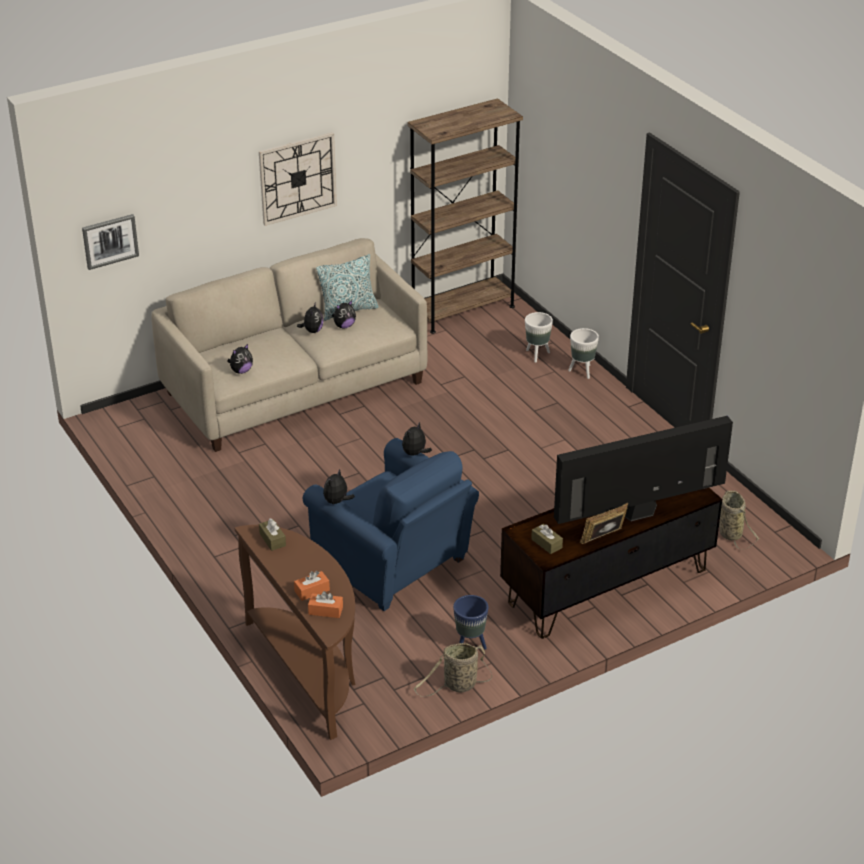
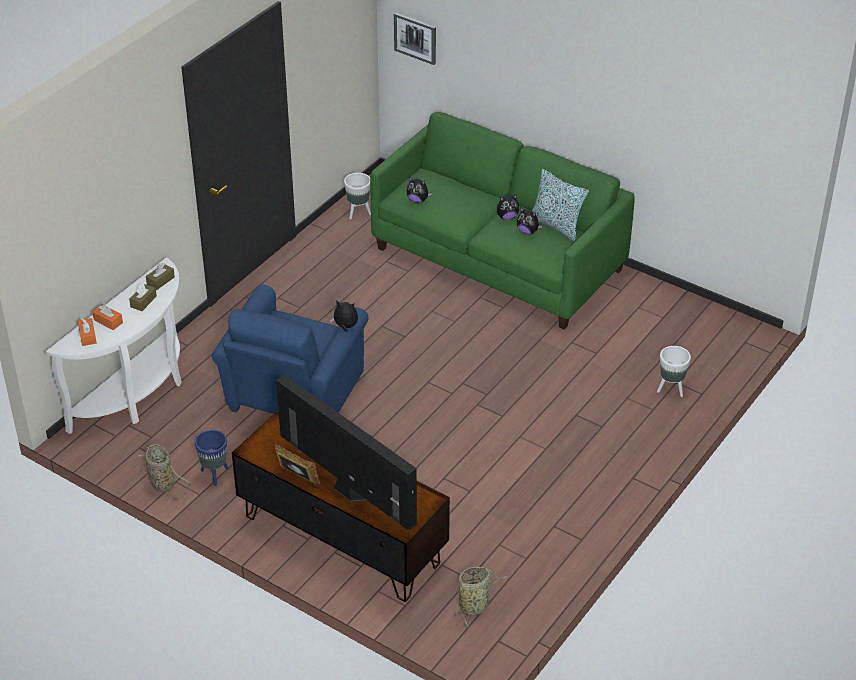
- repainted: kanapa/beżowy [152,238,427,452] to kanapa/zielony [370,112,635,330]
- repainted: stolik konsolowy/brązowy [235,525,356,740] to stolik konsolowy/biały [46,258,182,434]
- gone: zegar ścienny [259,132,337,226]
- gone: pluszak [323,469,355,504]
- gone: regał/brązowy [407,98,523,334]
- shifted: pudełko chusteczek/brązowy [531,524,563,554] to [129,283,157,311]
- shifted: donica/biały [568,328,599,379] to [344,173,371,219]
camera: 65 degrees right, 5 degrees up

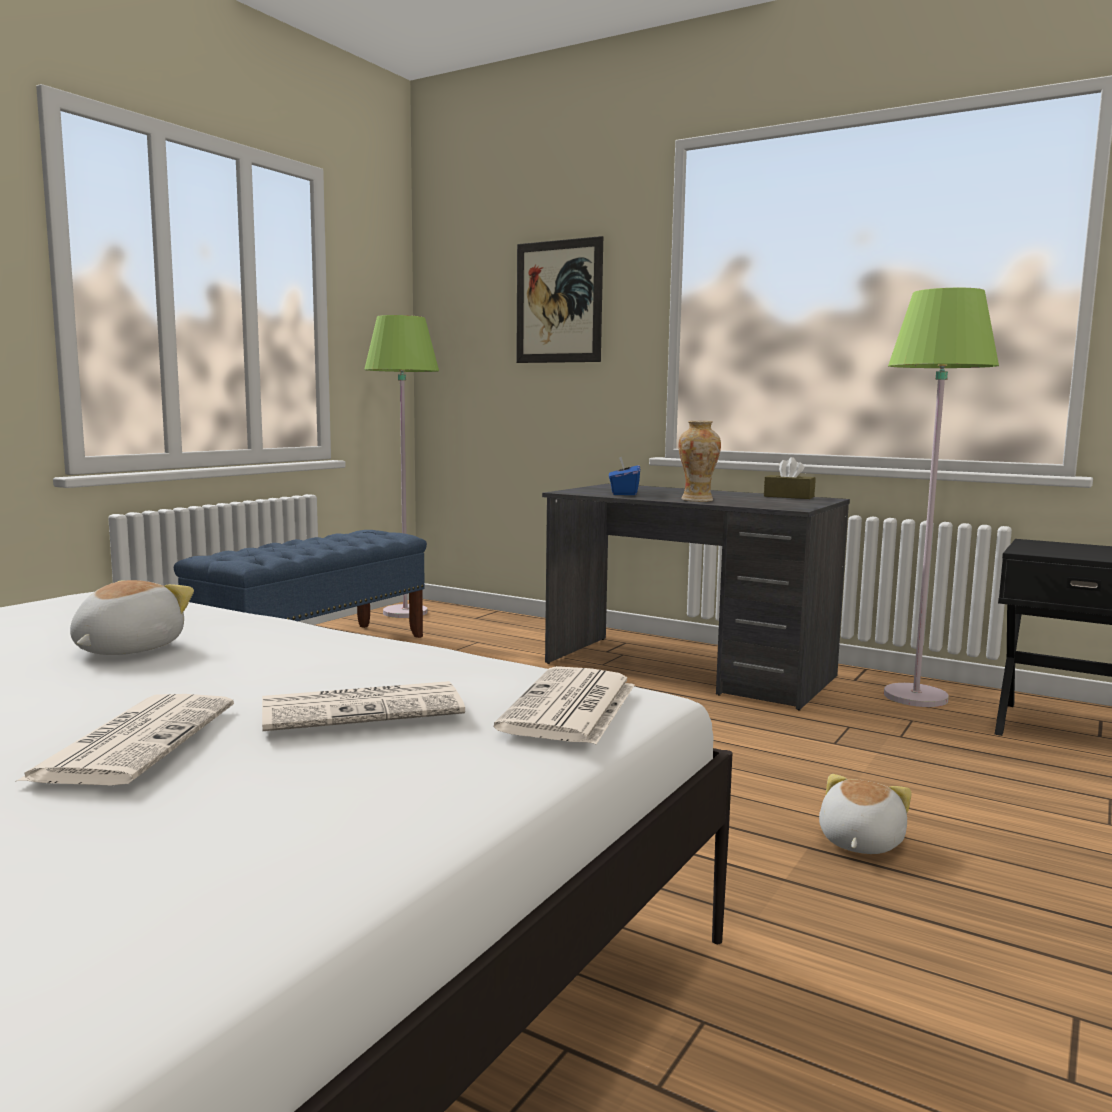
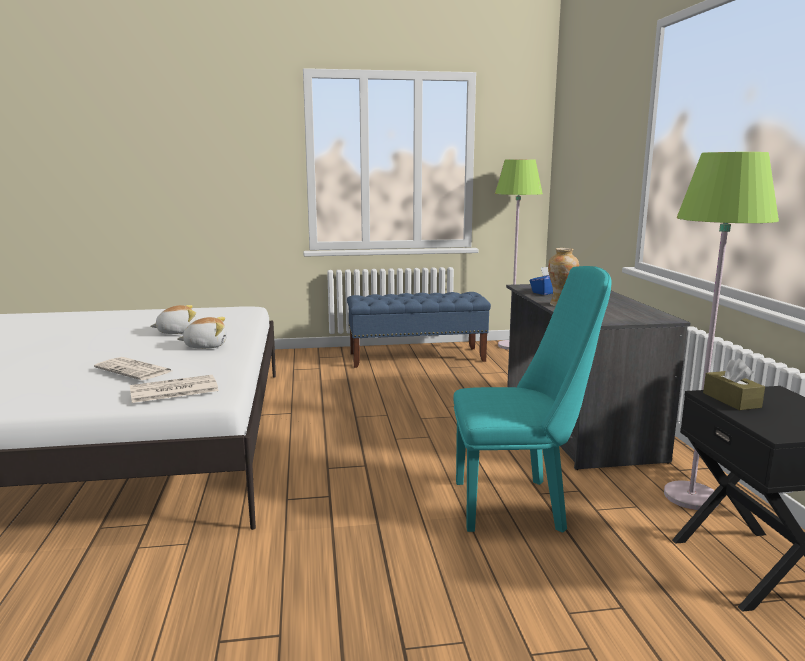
- gone: gazeta [15,694,234,785]
- gone: obraz [516,236,603,363]
- shifted: pudełko chusteczek/brązowy [764,457,815,499] to [703,359,765,410]
- shifted: pluszak [819,774,912,854] to [177,317,227,349]
- new: krzesło/turkusowy [453,266,611,533]
camera: 50 degrees right, 5 degrees up

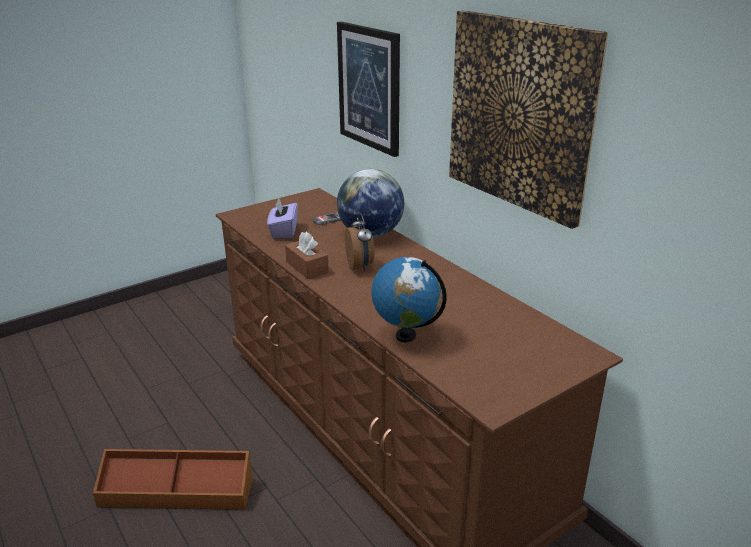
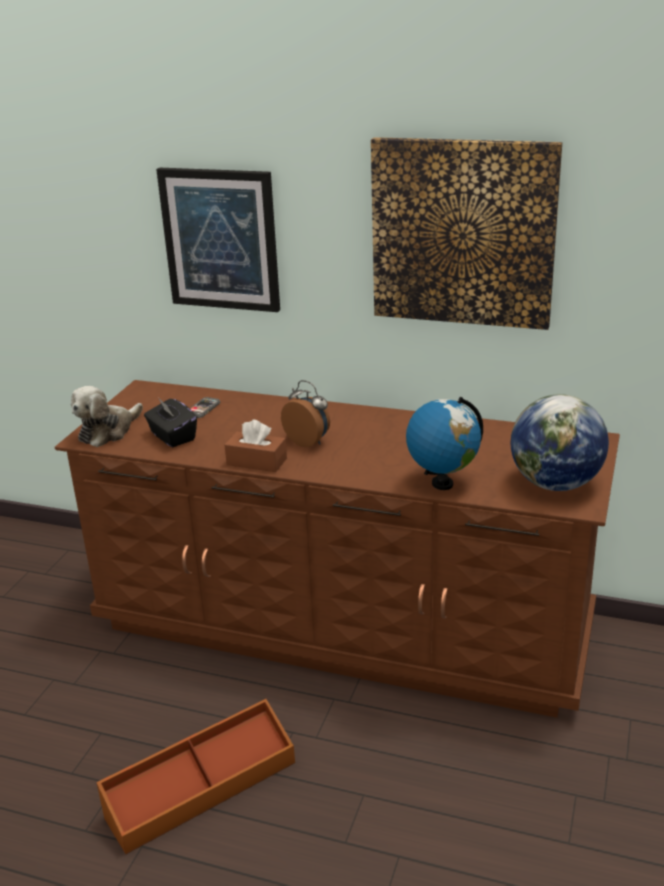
- repainted: pudełko chusteczek/fioletowy [267,199,298,238] to pudełko chusteczek/czarny [144,399,197,447]
- shifted: globus [337,169,404,238] to [511,394,609,491]
- new: pluszak [71,386,143,447]
camera: 35 degrees left, 0 degrees up

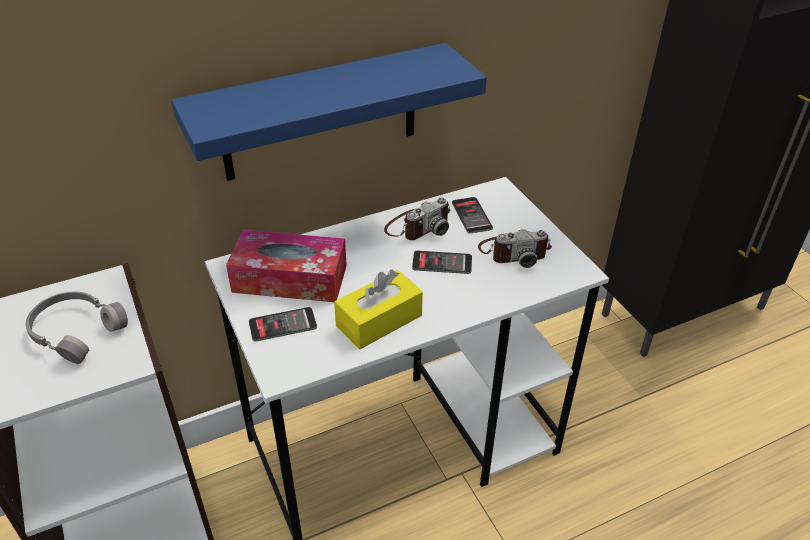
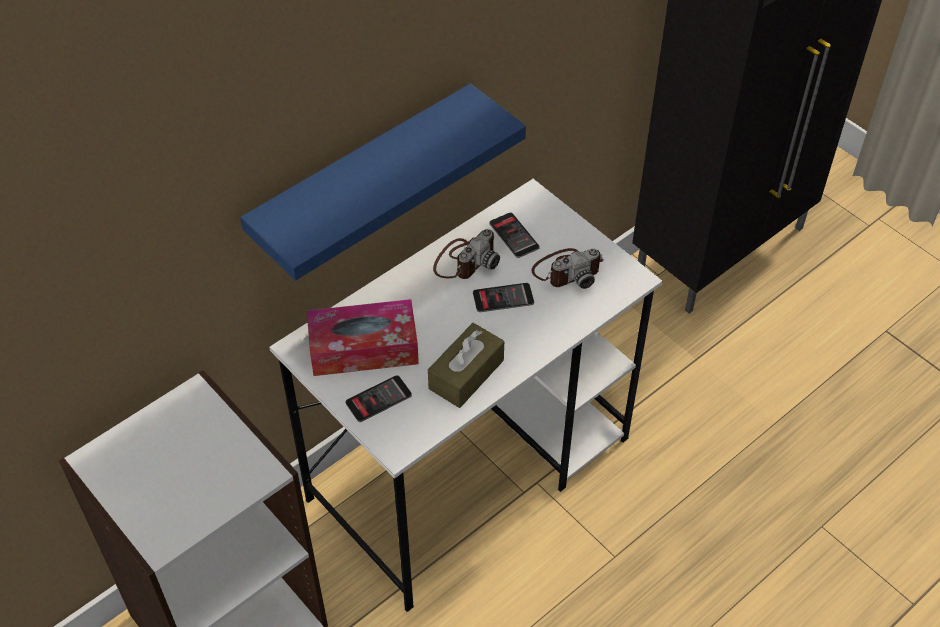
- gone: słuchawki/szary [26,292,128,364]
- repainted: pudełko chusteczek/żółty [334,270,423,349] to pudełko chusteczek/brązowy [428,323,504,408]
camera: 15 degrees left, 10 degrees up

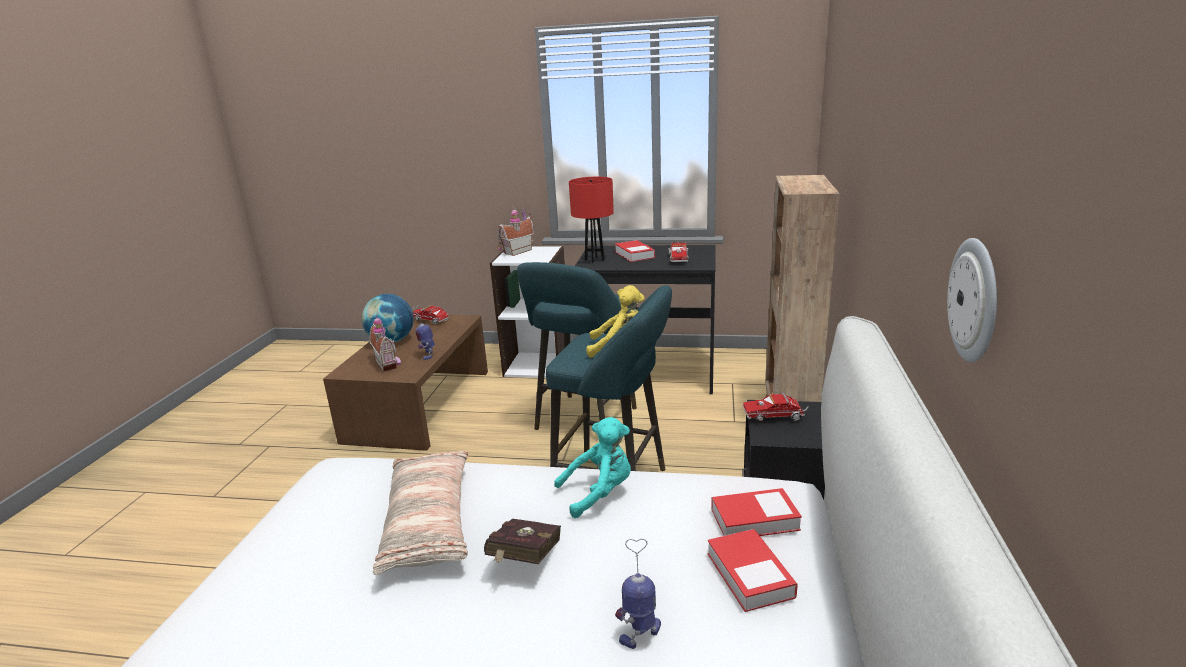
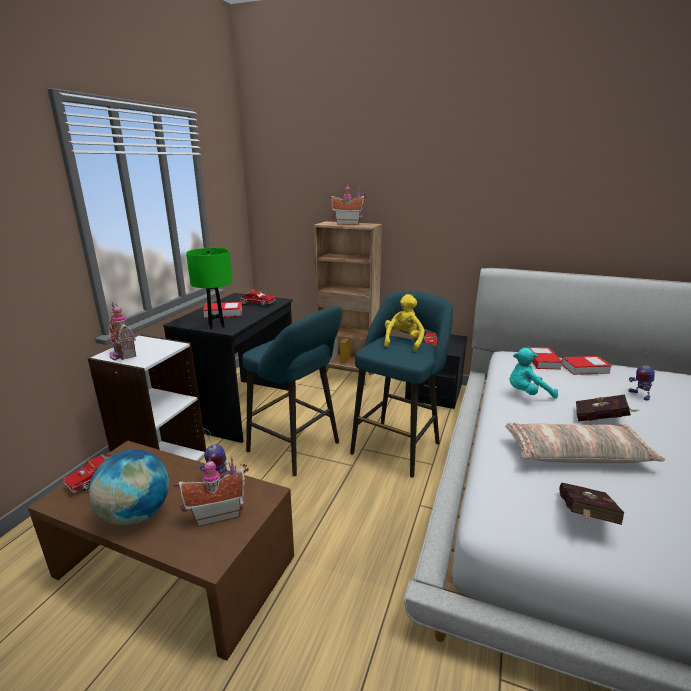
- rotated: pluszak/turkusowy [554,417,631,518] = [510,348,558,398] 90 degrees counterclockwise
- repainted: lampa stołowa/czerwony [569,177,614,263] to lampa stołowa/zielony [186,248,232,329]
- gone: zegar ścienny [947,238,997,362]
- new: domek [329,184,367,225]
- new: książka/czerwony [559,482,624,525]
camera: 80 degrees left, 0 degrees up

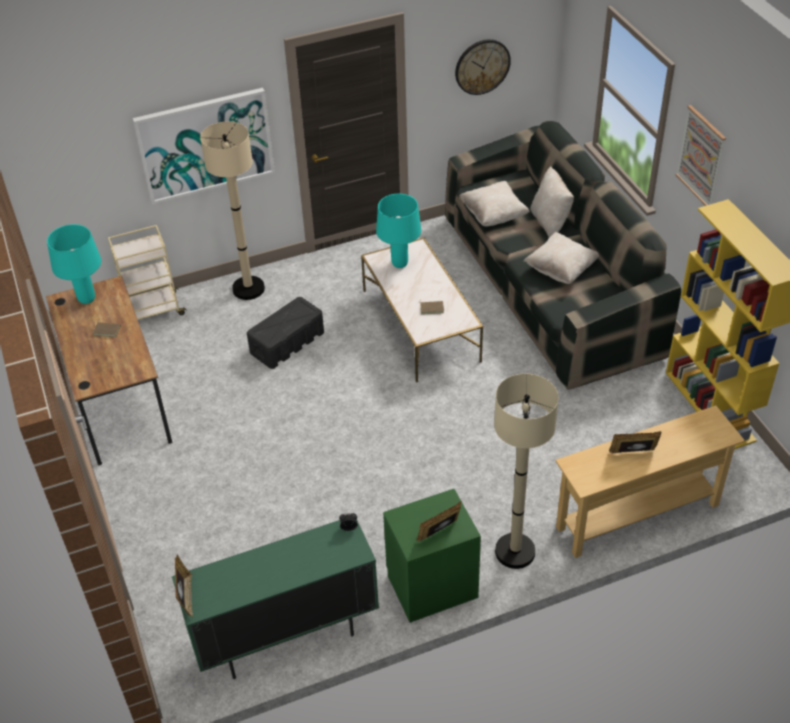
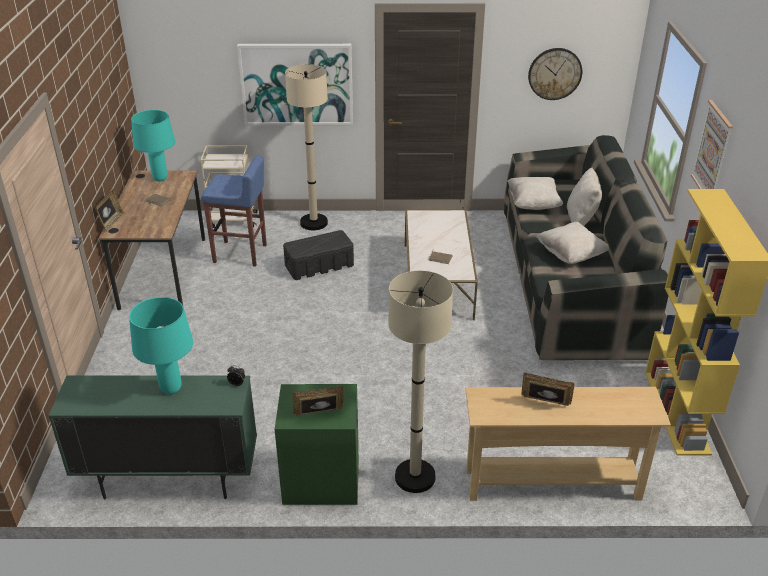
- shifted: ramka na zdjęcie [175,554,193,617] to [95,189,124,231]
- shifted: lampa stołowa/turkusowy [376,194,421,268] to [129,297,193,394]
- new: stołek/niebieski [201,155,267,267]
camera: 20 degrees right, 10 degrees down

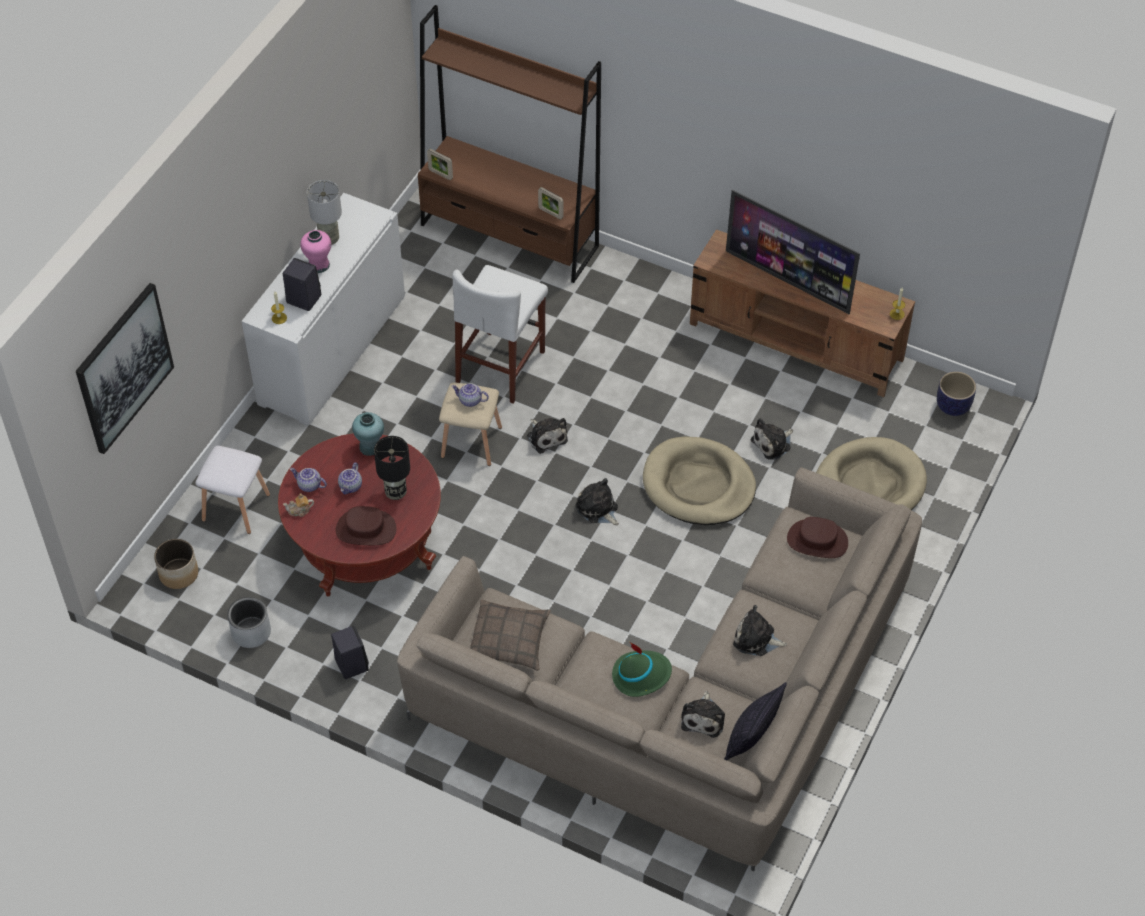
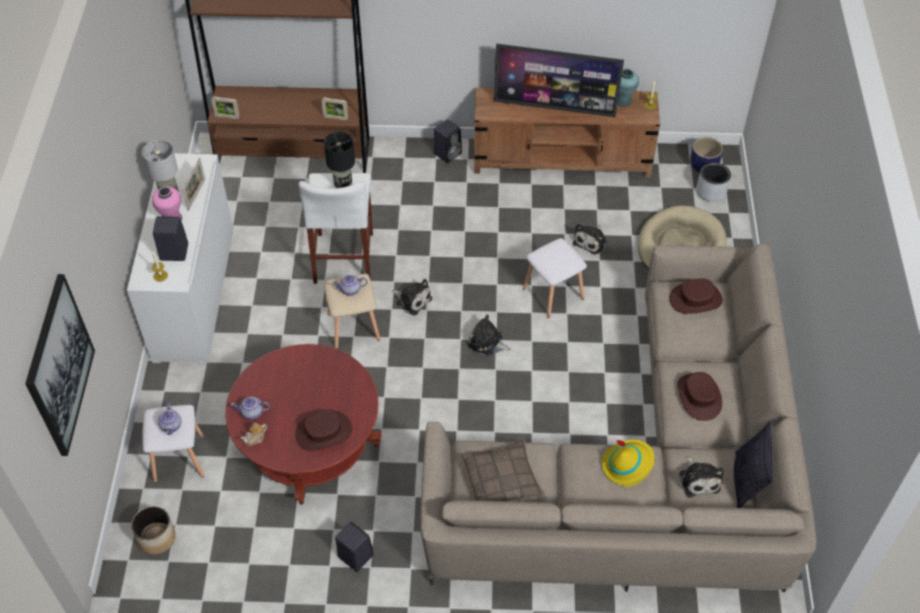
- shifted: donica/szary [227,597,271,648] to [696,162,731,202]
- shifted: imbryk [338,462,362,495] to [158,403,182,435]
- shifted: wazon/turkusowy [352,412,384,456] to [617,69,639,107]
- shifted: lampa stołowa/czarny [374,436,410,500] to [324,132,355,188]
- repainted: kapelusz/zielony [612,642,672,697] to kapelusz/żółty [602,440,655,487]
- swapped: legowisko/beżowy [643,436,756,525] to stołek/biały [523,238,587,318]
- swapped: pluszak [733,605,787,656] to kapelusz/brązowy [677,372,722,421]
- new: ramka na zdjęcie [182,157,205,211]
- new: głośnik/czarny [434,119,462,163]
camera: 25 degrees left, 0 degrees up

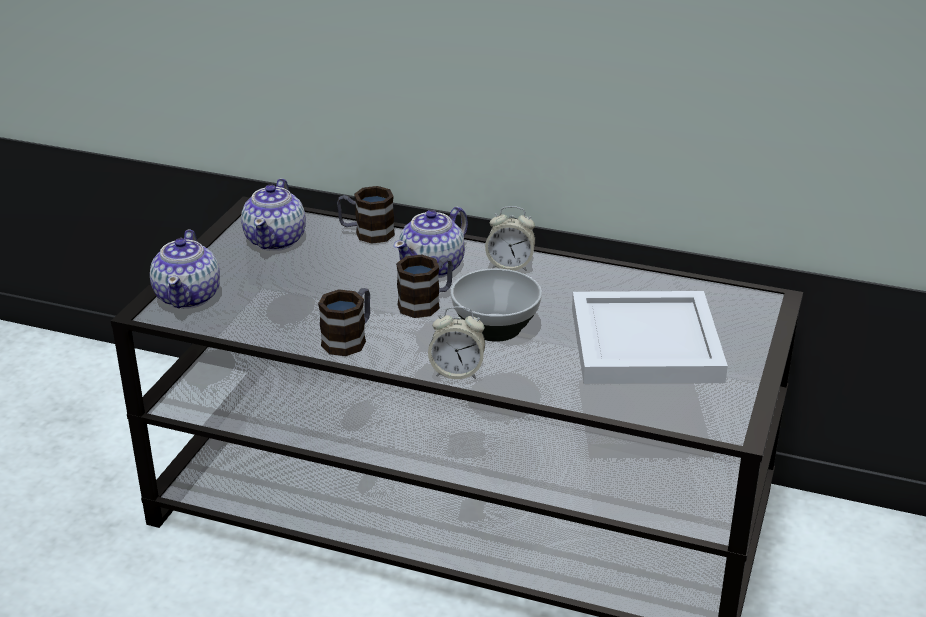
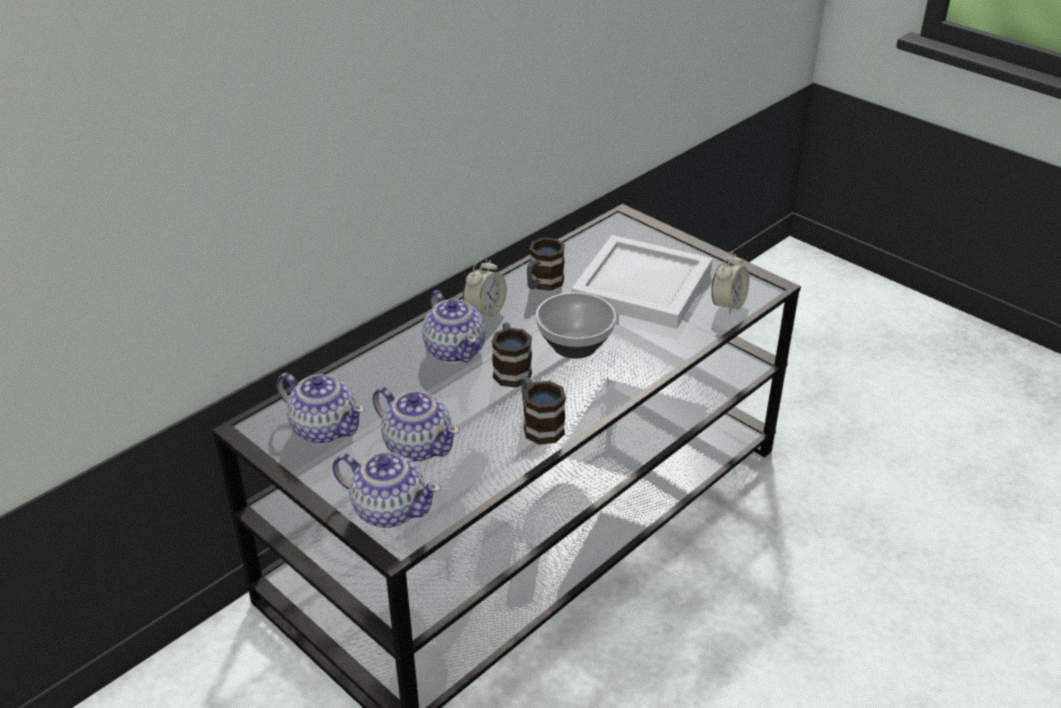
- shifted: kubek [337,186,395,244] to [527,237,565,291]
- shifted: budzik [428,306,485,379] to [711,252,749,315]
- new: imbryk [372,387,460,462]
camera: 65 degrees left, 5 degrees up

